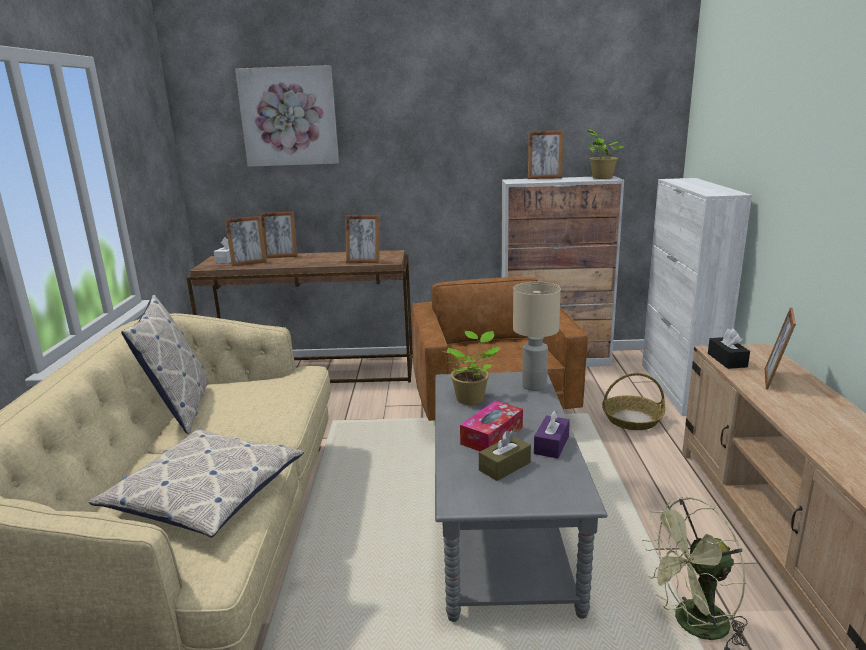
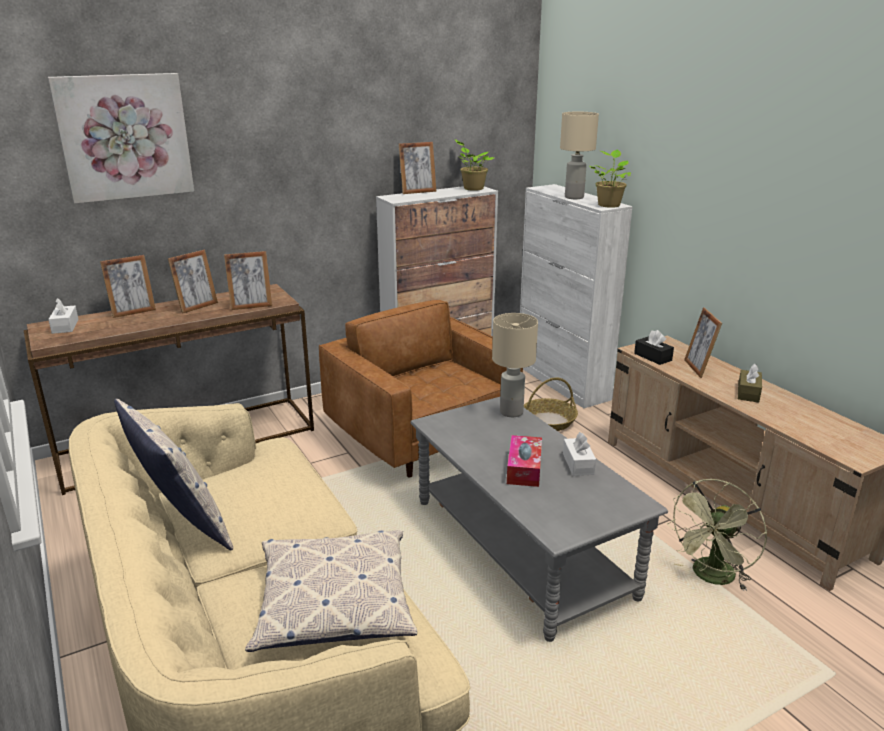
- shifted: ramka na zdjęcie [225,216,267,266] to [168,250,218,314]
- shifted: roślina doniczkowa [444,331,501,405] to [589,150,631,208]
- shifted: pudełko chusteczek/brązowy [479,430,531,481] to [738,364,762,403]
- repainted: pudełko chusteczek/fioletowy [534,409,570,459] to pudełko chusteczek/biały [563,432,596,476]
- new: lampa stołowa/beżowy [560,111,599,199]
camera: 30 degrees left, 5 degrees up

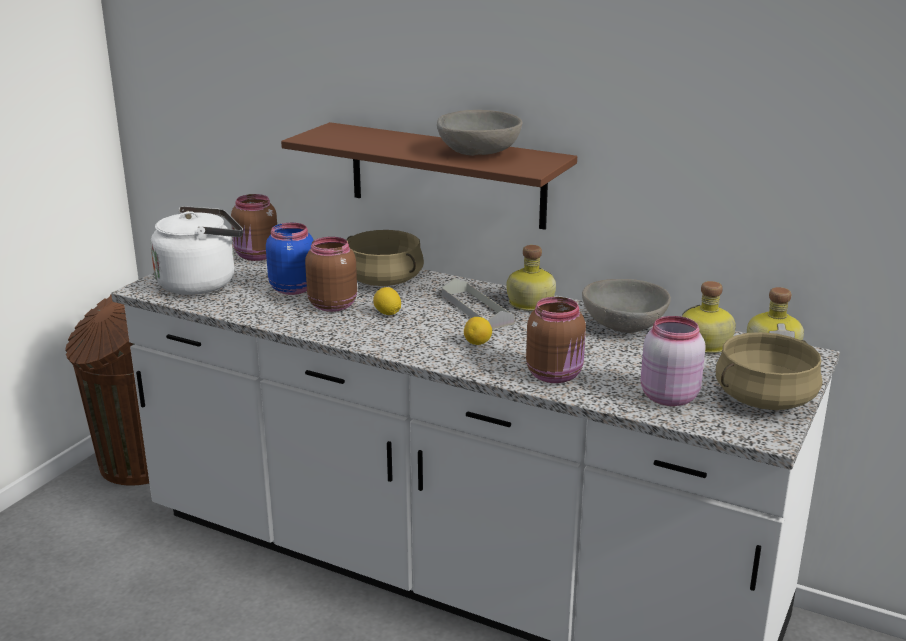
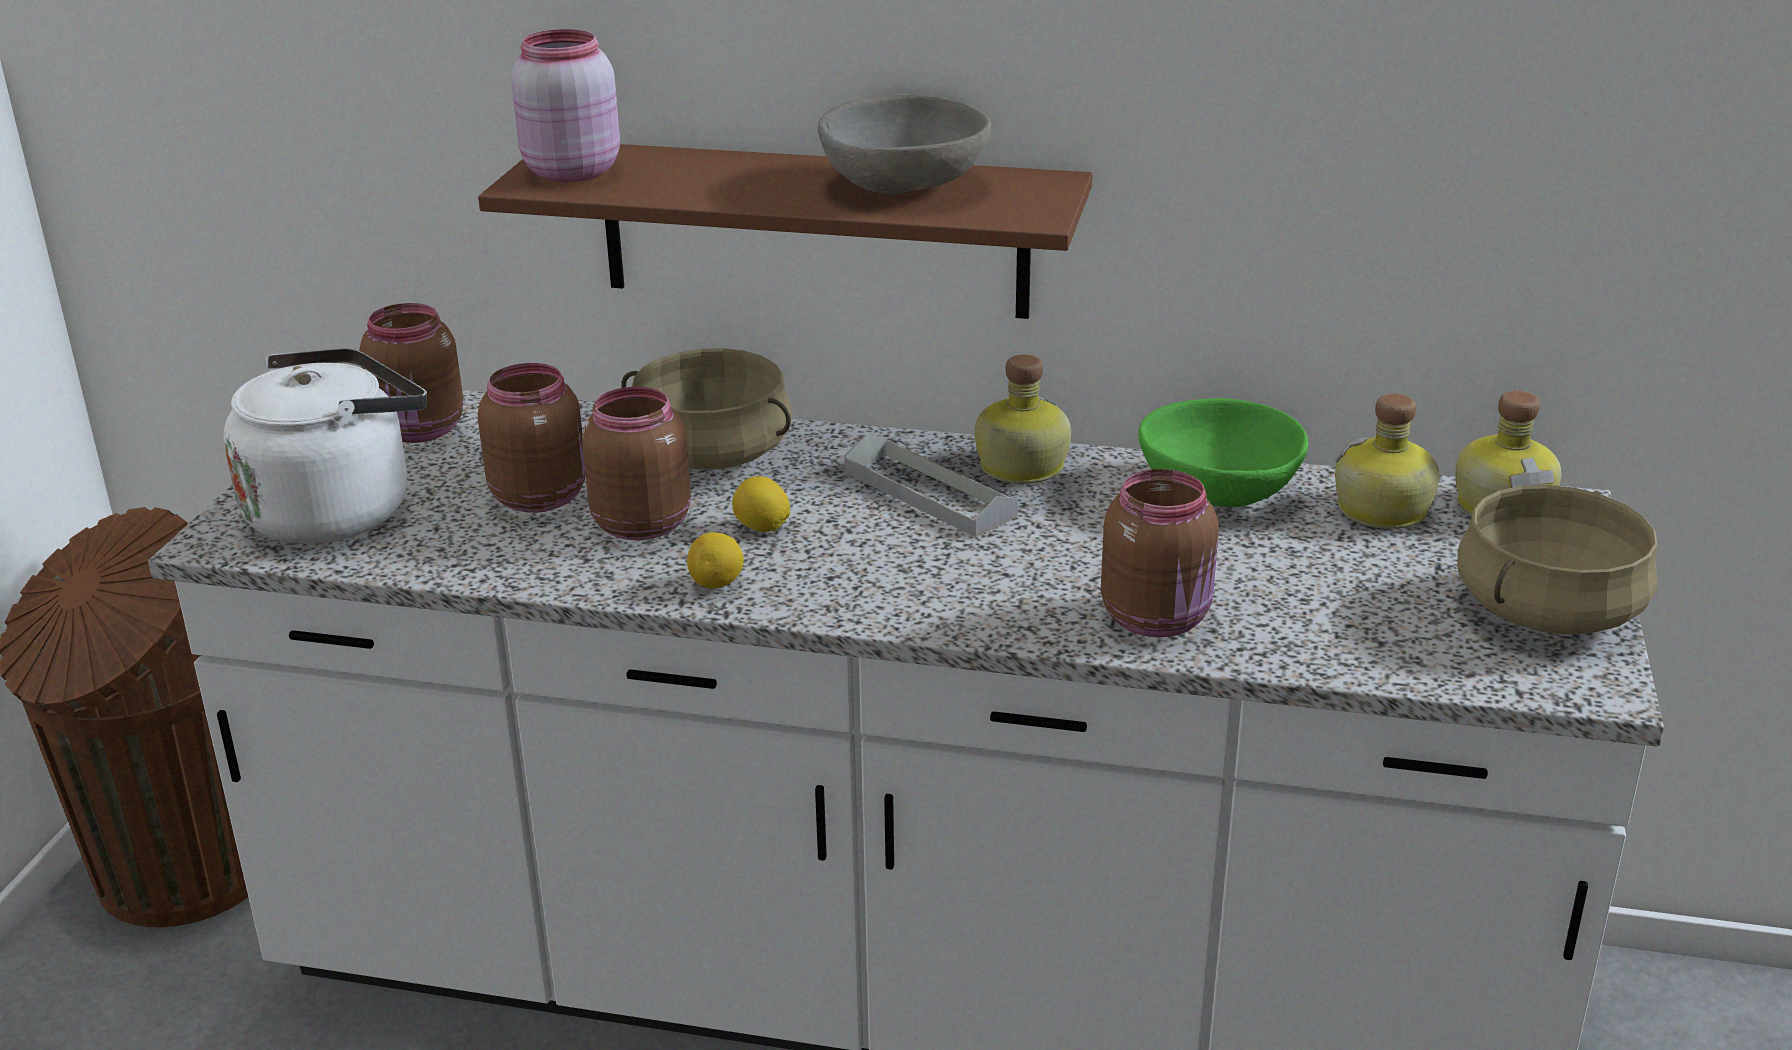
- repainted: słoik/niebieski [266,223,314,295] to słoik/brązowy [478,363,586,513]
- shifted: cytryna [464,317,492,345] to [687,532,744,589]
- repainted: miska/szary [582,279,671,333] to miska/zielony [1138,398,1308,507]
- shifted: słoik/różowy [641,316,706,406] to [511,29,620,182]
camera: 15 degrees left, 5 degrees up

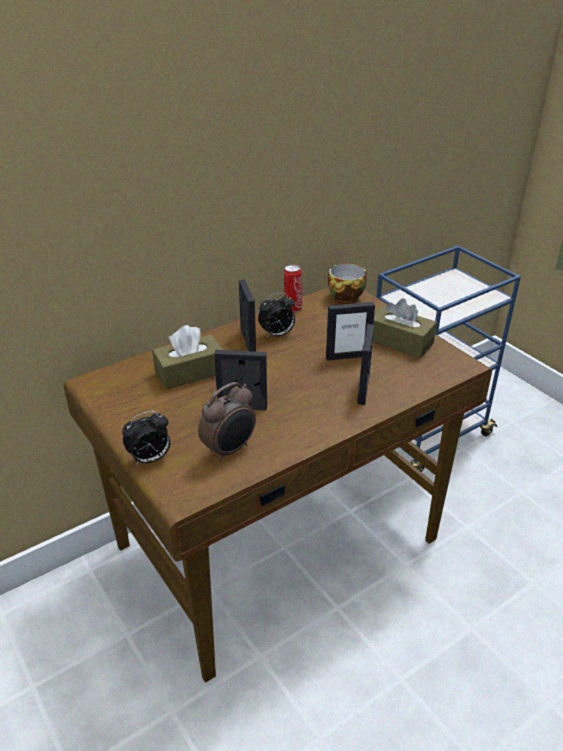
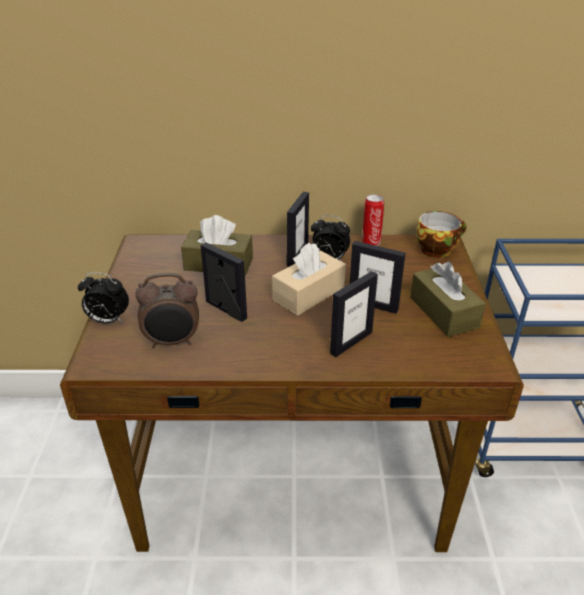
- new: pudełko chusteczek/beżowy [272,243,346,316]
camera: 35 degrees right, 0 degrees up

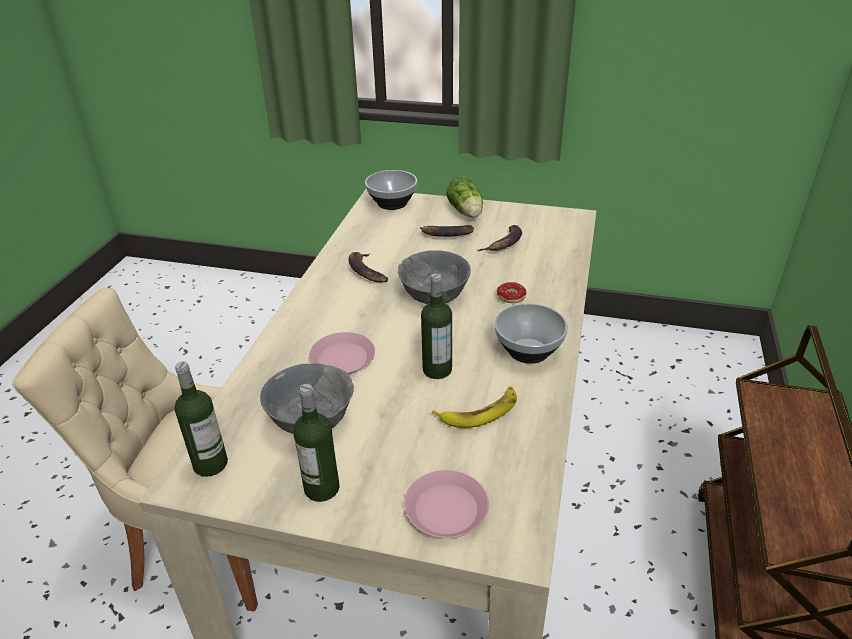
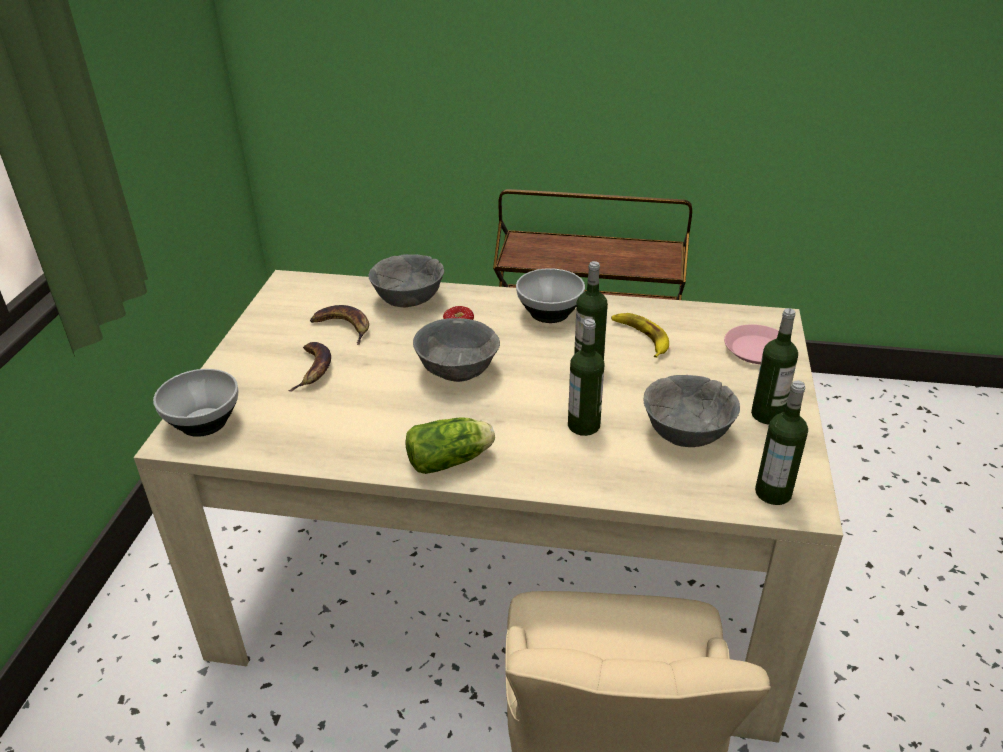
- swapped: talerz/różowy [309,332,375,374] to butelka [568,319,604,436]
- gone: banan [348,252,388,283]
- shifted: sałata [447,176,483,217] to [405,417,495,474]
- new: miska/szary [368,254,444,307]
camera: 95 degrees left, 0 degrees up

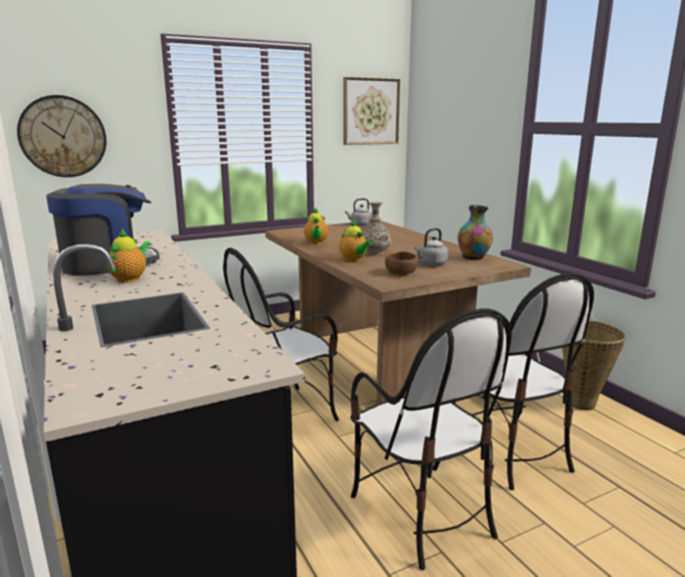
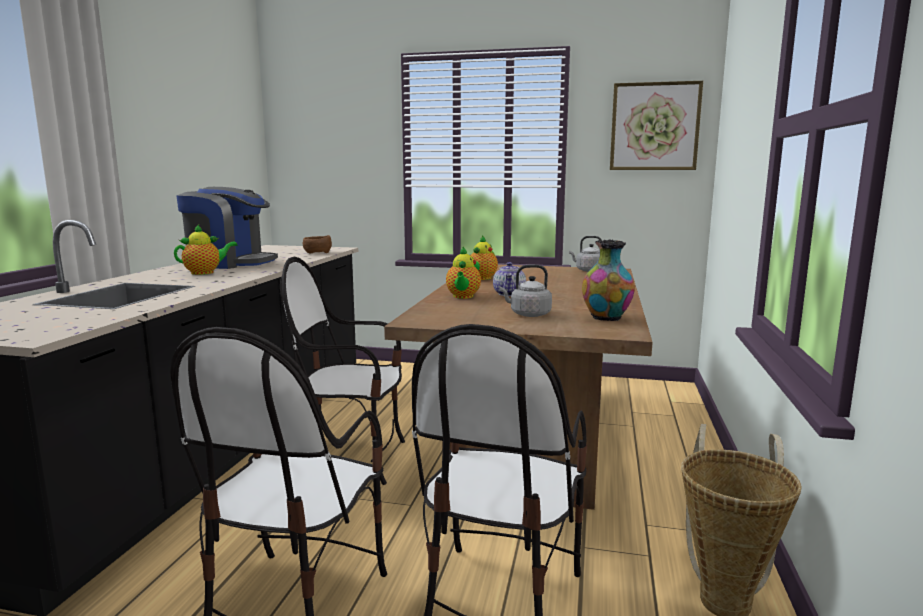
- gone: zegar ścienny [17,95,106,177]
- swapped: wazon [362,202,391,255] to imbryk [493,262,526,296]
- shifted: miska/brązowy [385,251,418,276] to [303,235,332,253]
camera: 40 degrees right, 5 degrees down

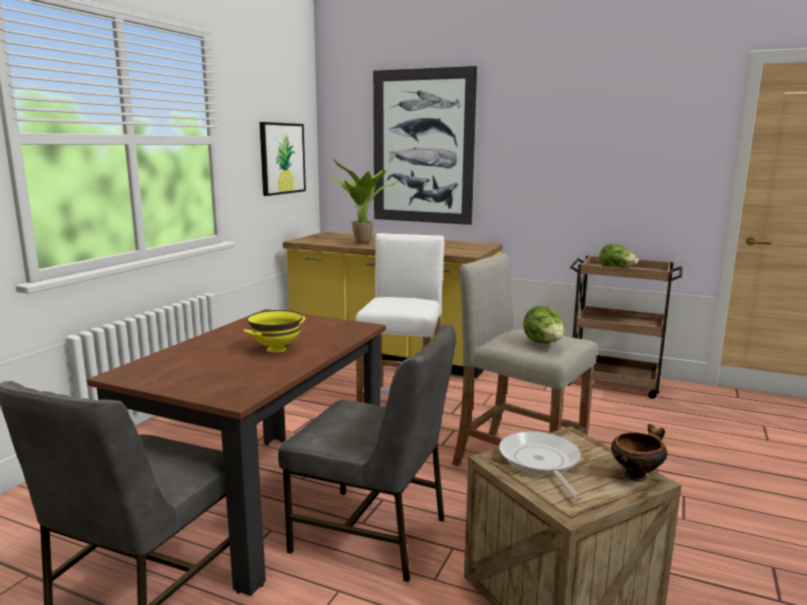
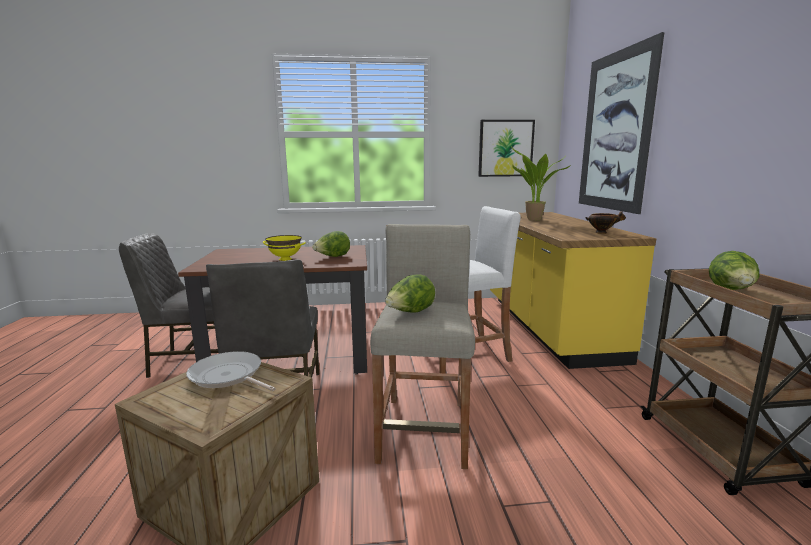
- rotated: patelnia [499,431,581,501] = [186,351,276,391] 105 degrees counterclockwise
- shifted: miska [611,424,667,481] to [586,211,626,234]
- new: sałata [312,231,350,257]
camera: 60 degrees right, 0 degrees up

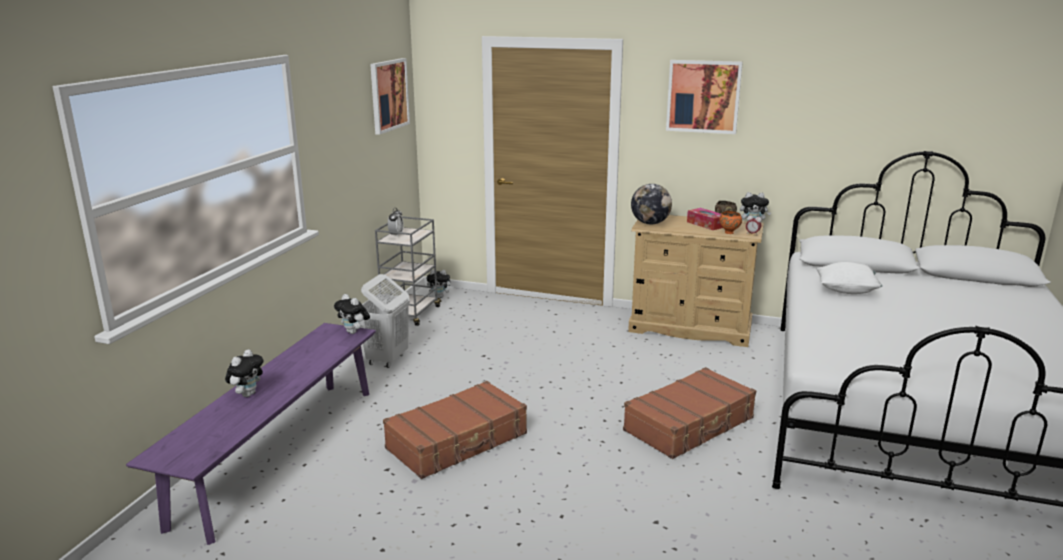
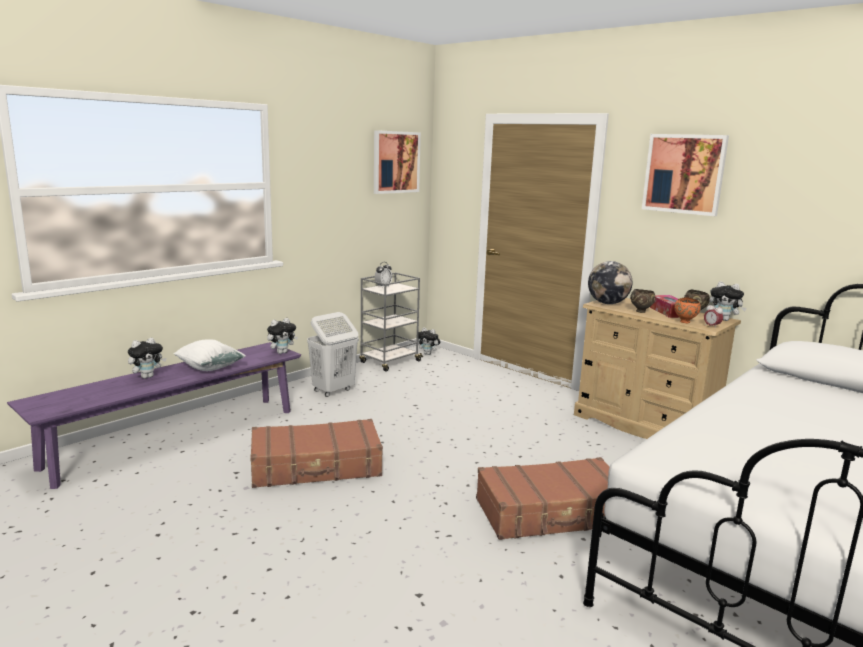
- rotated: pluszak [334,294,370,334] = [267,318,298,354] 105 degrees counterclockwise
- shifted: poduszka/biały [816,262,882,294] to [173,340,246,371]
- new: miska/brązowy [630,289,655,313]
camera: 25 degrees right, 5 degrees down

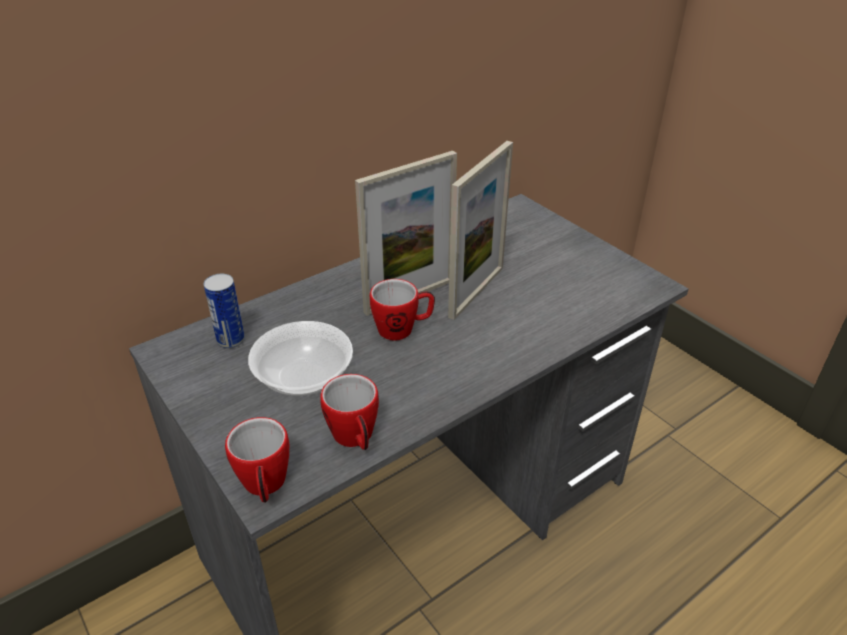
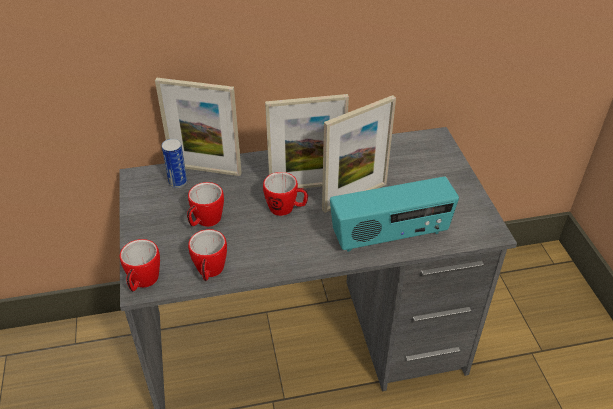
- swapped: miska [248,321,353,396] to kubek [187,182,224,227]
- new: ramka na zdjęcie [155,78,242,176]
- new: radio [330,176,459,252]
camera: 25 degrees right, 5 degrees up

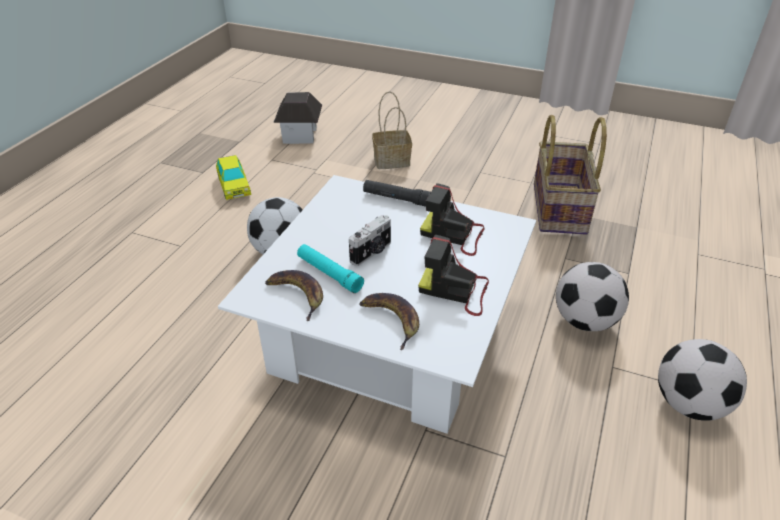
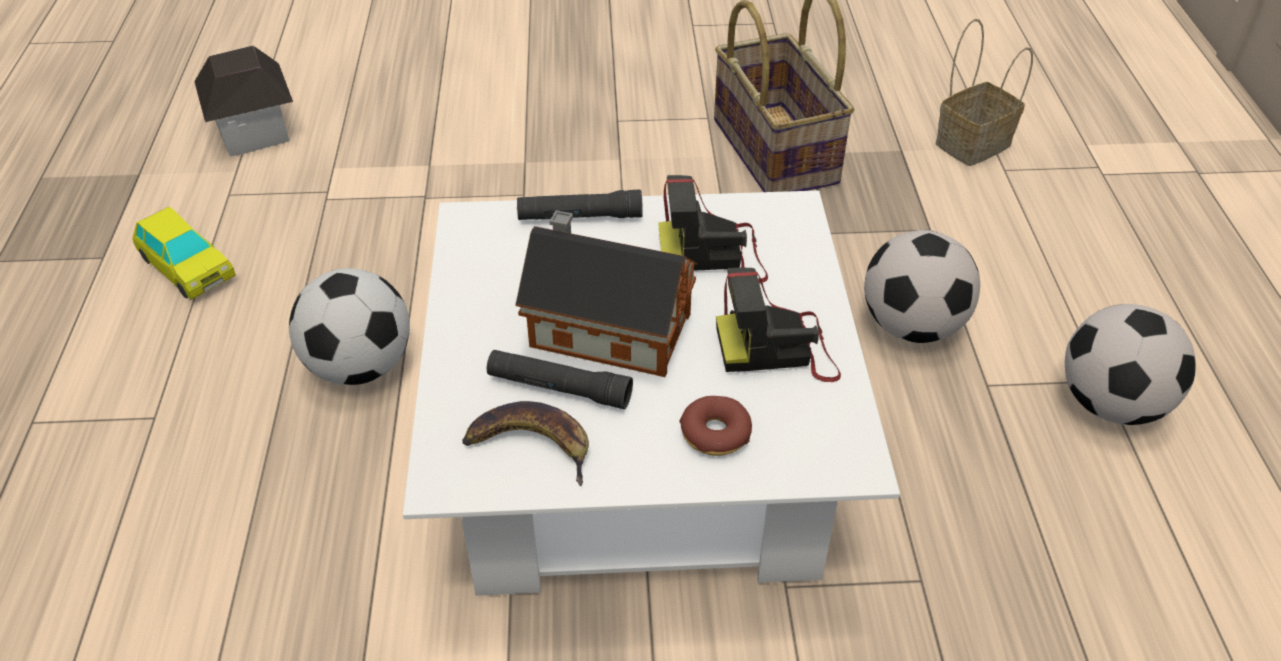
- repainted: latarka/turkusowy [297,244,364,293] to latarka/czarny [487,350,633,409]
- swapped: aparat fotograficzny [349,215,391,266] to domek [515,210,698,377]
- swapped: banan [359,293,419,350] to donut [679,396,752,456]
- shifted: koszyk [372,91,412,169] to [936,19,1033,166]
camera: 25 degrees left, 5 degrees up

